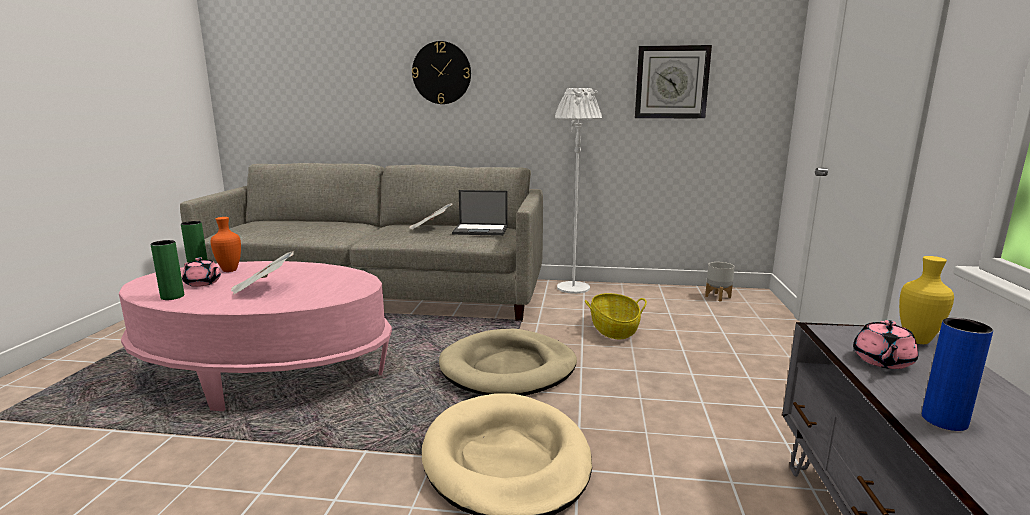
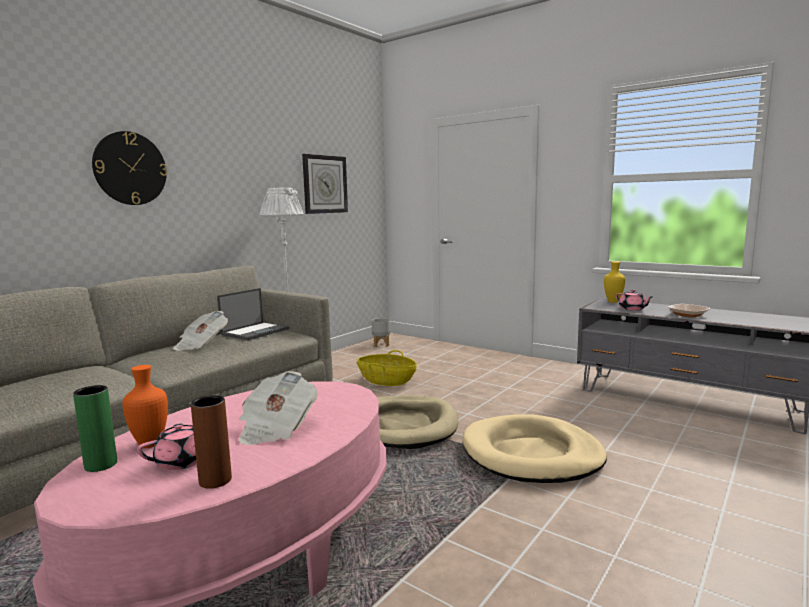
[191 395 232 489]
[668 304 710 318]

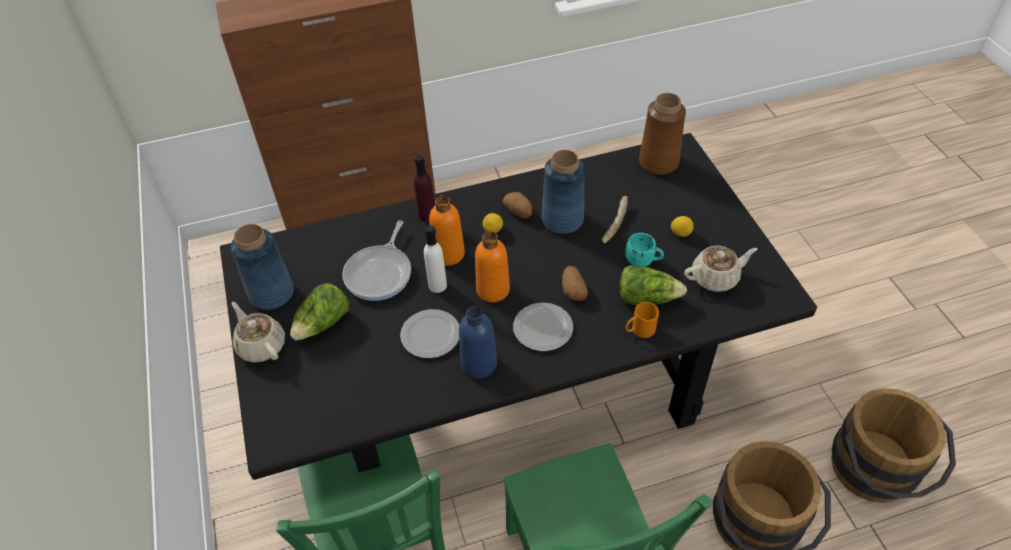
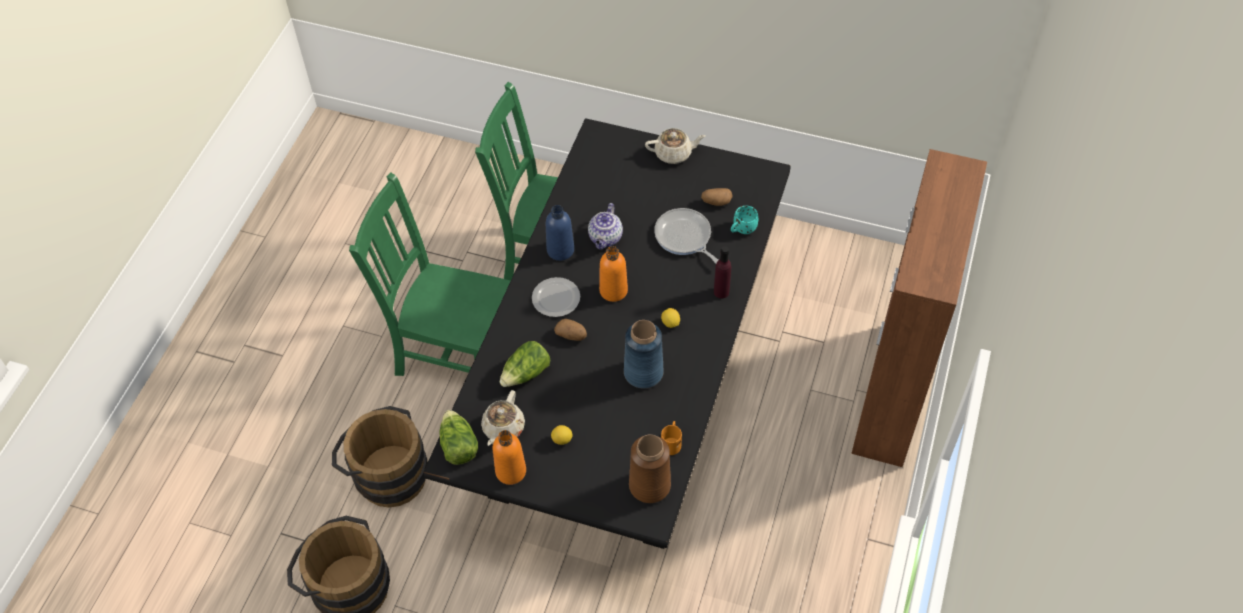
[440 410 478 465]
[493 430 526 485]
[588 203 623 249]
[661 421 682 455]
[701 188 732 206]
[731 206 758 234]
[230 224 294 310] (first image)
[424 225 447 293] (first image)
[602 196 628 243] (first image)

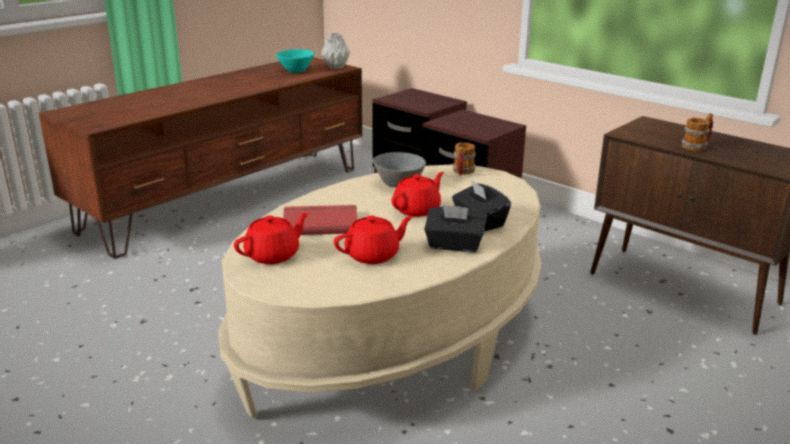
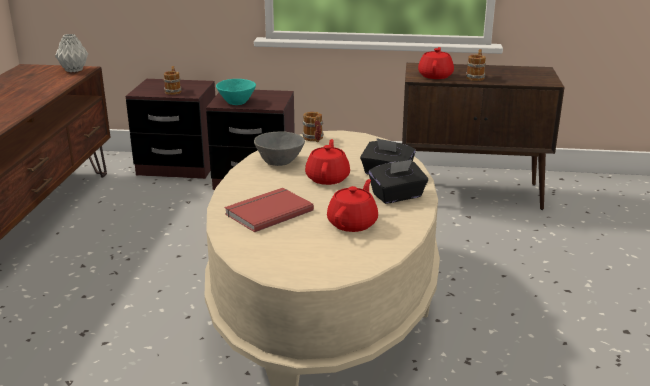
[164 66 182 95]
[216 79 256 105]
[418 47 454 79]

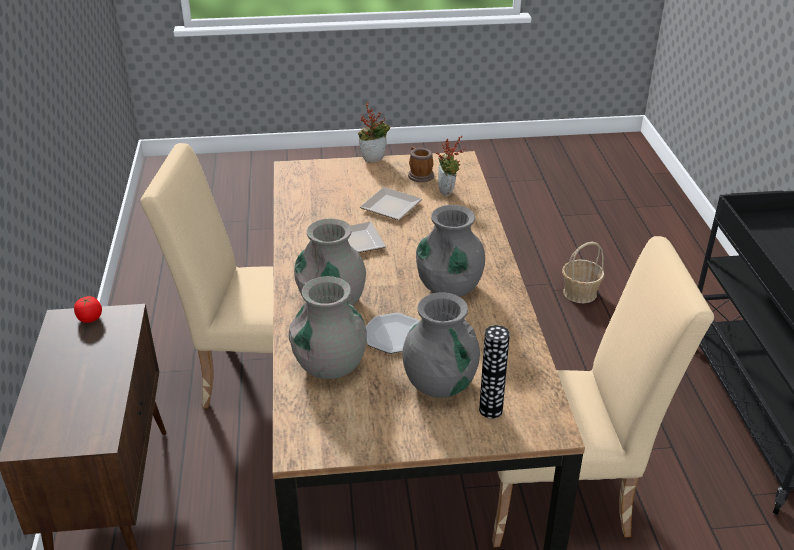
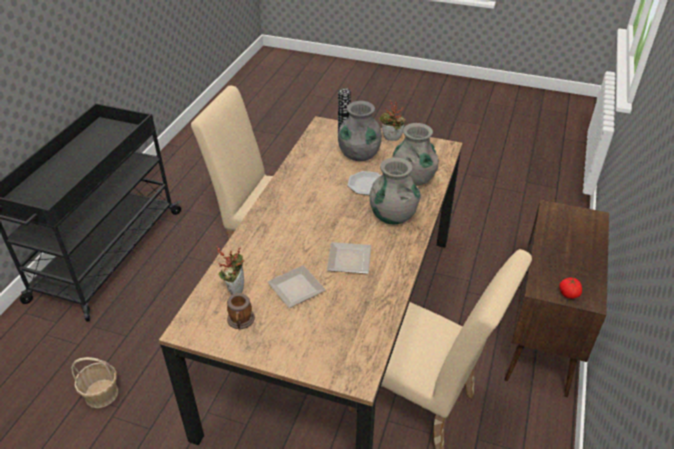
[379 101 406 141]
[416 205 485 297] (first image)

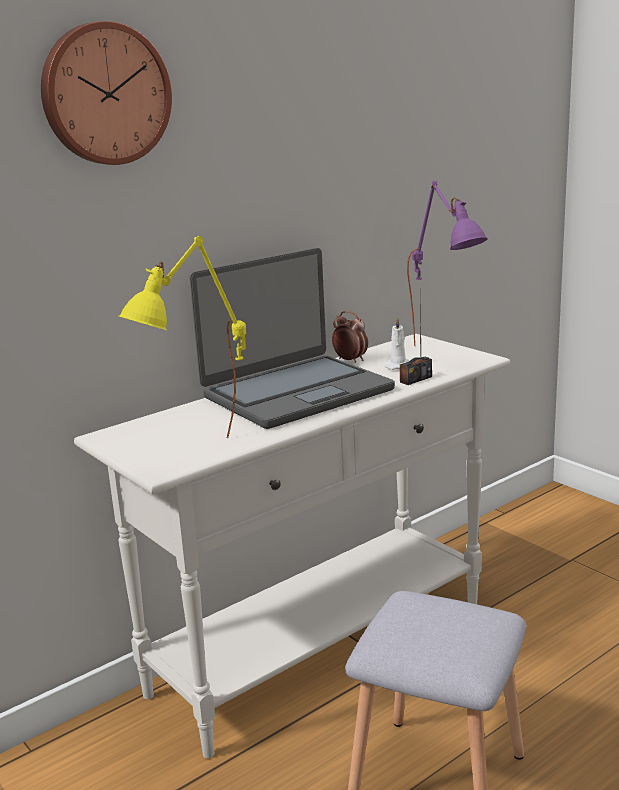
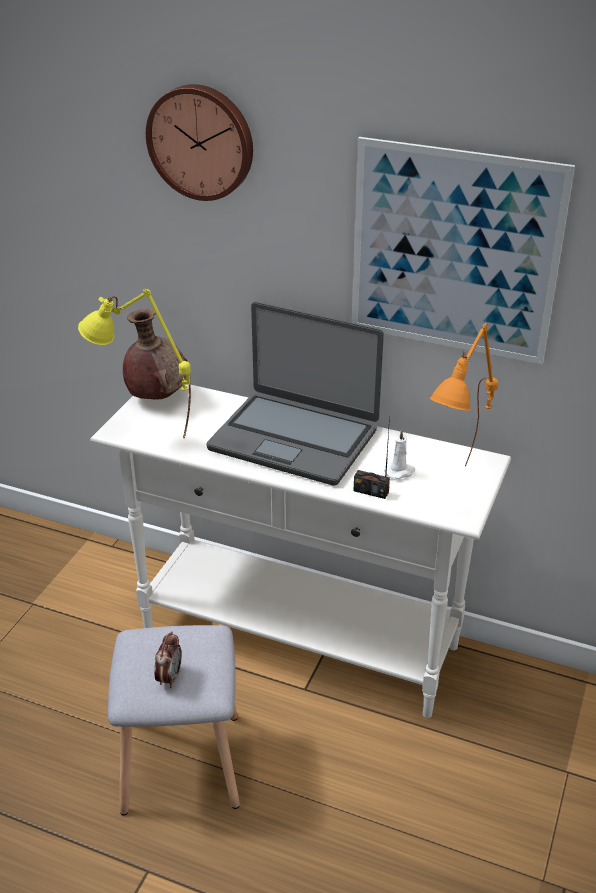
[123 309 186 400]
[154 631 182 688]
[351 137 575 364]
[430 323 498 466]

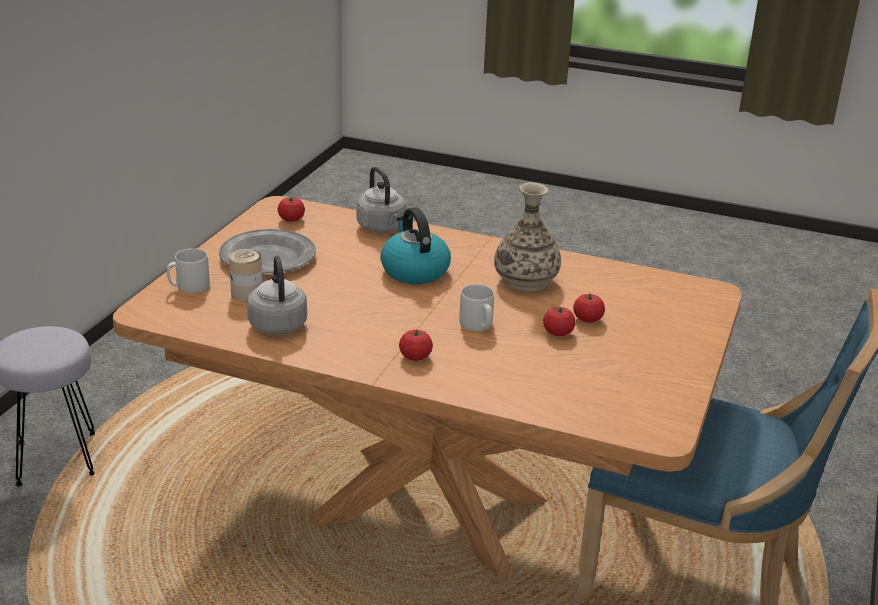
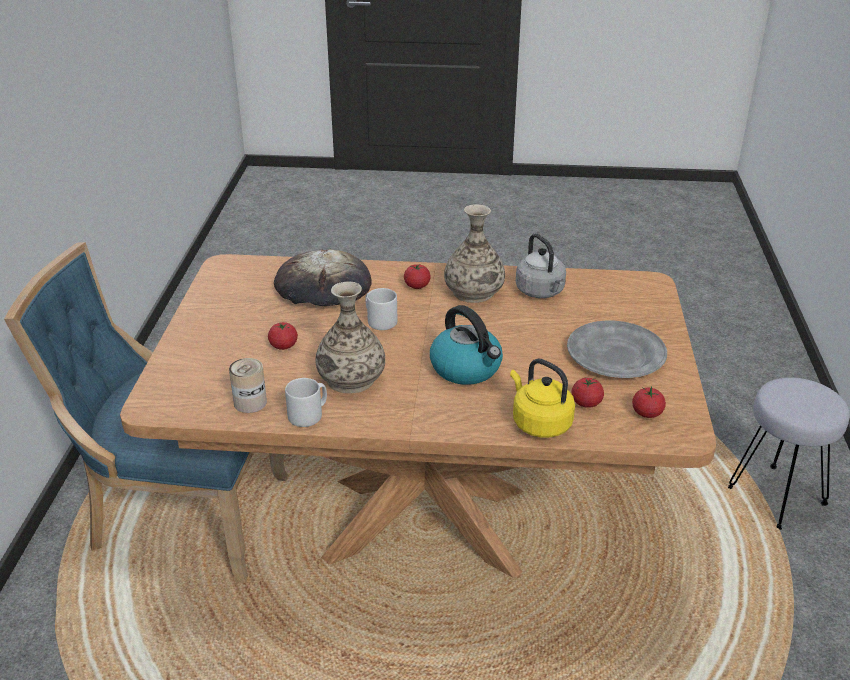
[229 358 267 413]
[274 249 372 306]
[285 378 327 427]
[444 204 505 303]
[510 358 575 438]
[571 378 604 408]

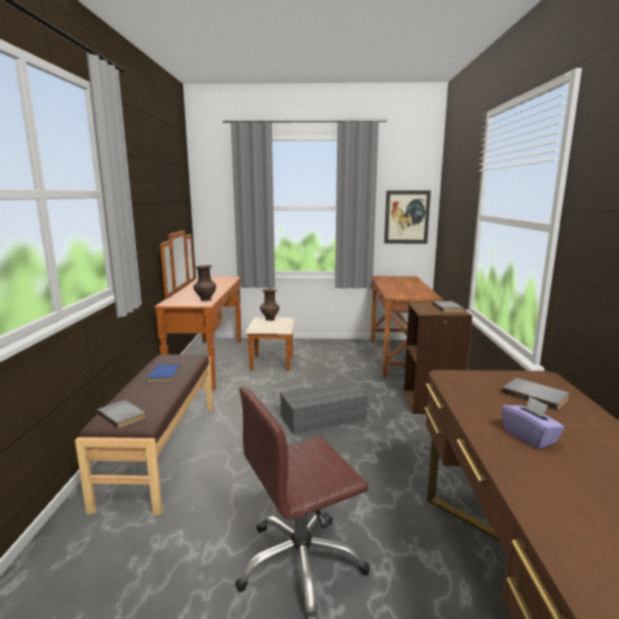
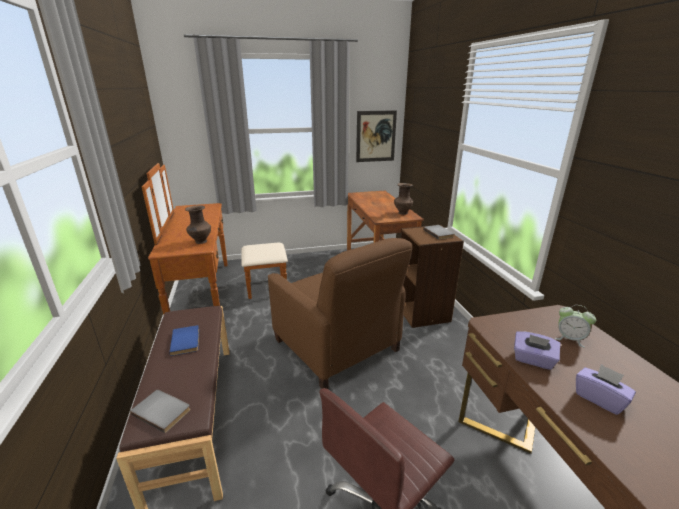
[268 238 413 389]
[394 183 413 215]
[514 331 560 370]
[555 305 596 348]

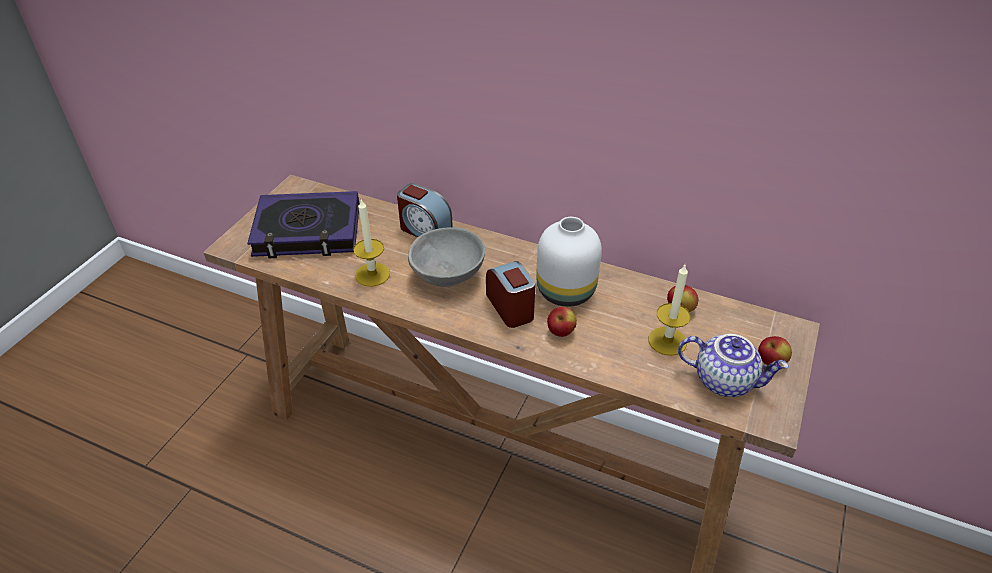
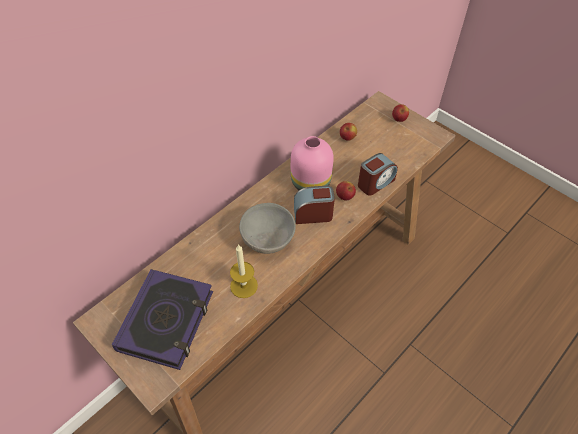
[291 136 334 190]
[358 153 398 196]
[649 265 691 356] (first image)
[678 334 789 397] (first image)

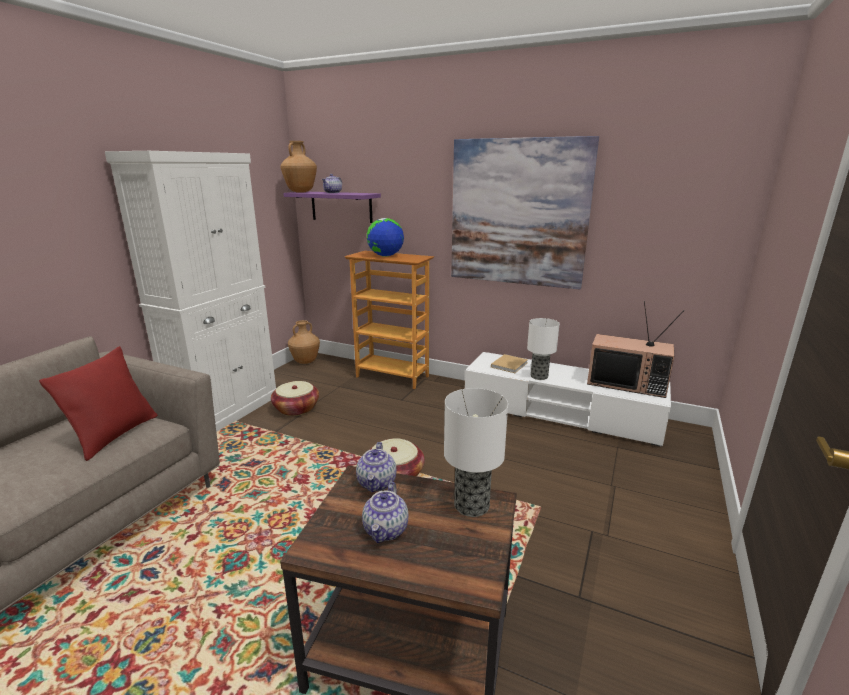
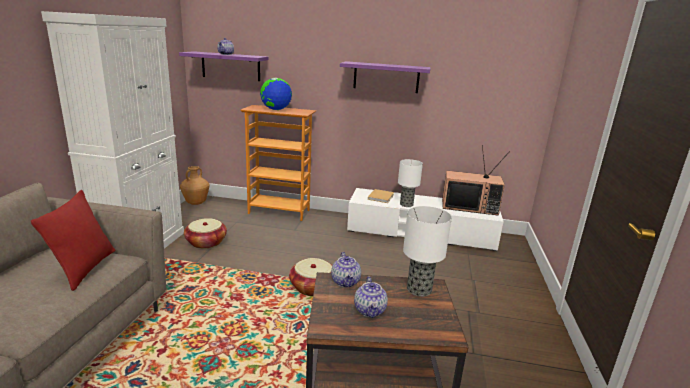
[340 61 431 93]
[280 141 317 193] (first image)

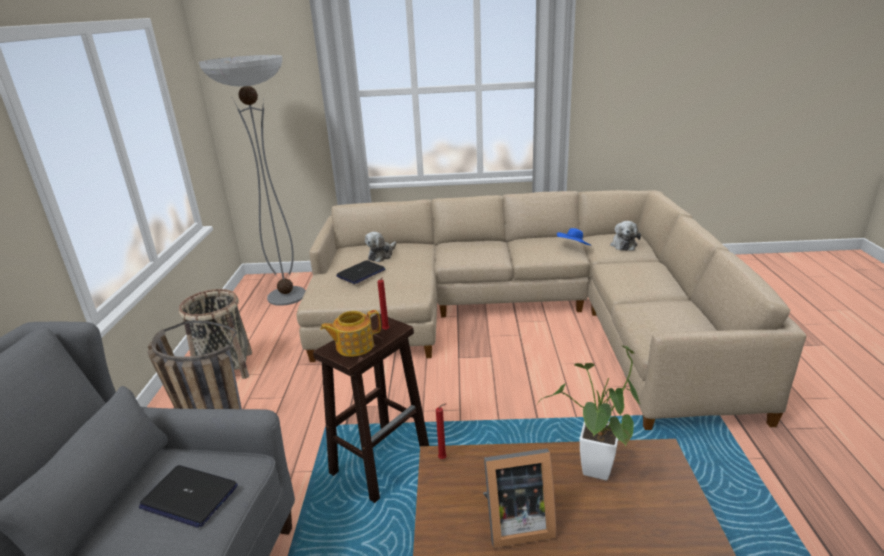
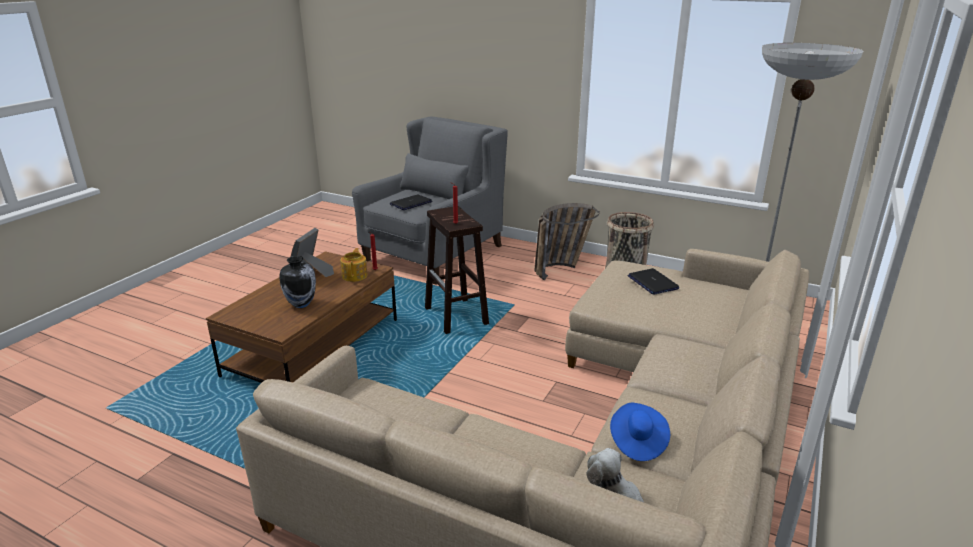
[279 256 316 308]
[340 248 368 282]
[365 232 396 262] (first image)

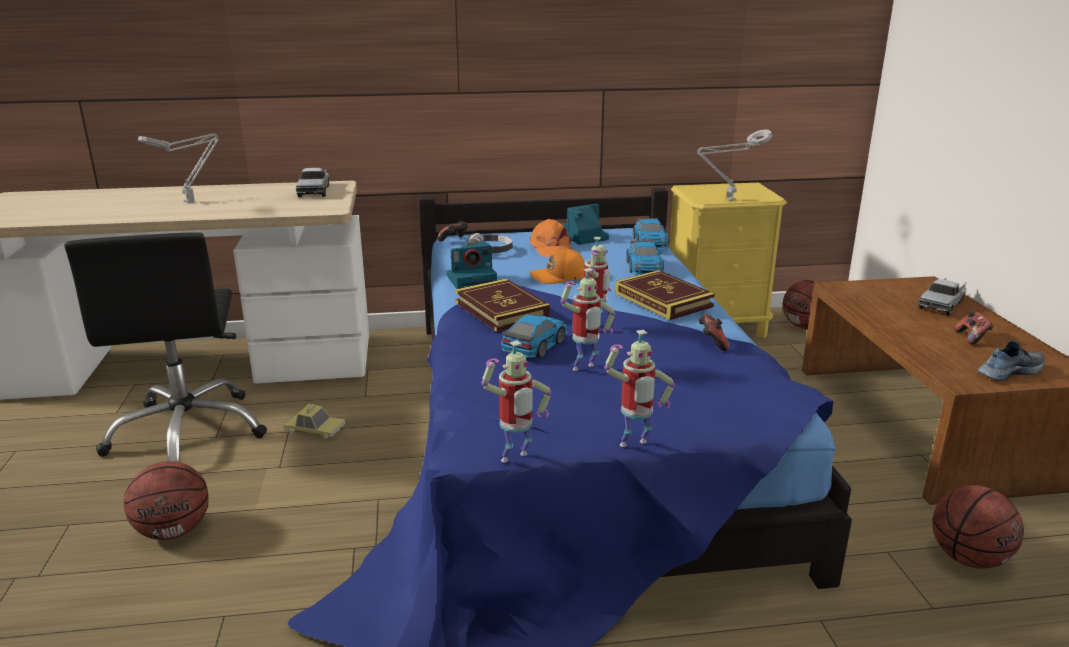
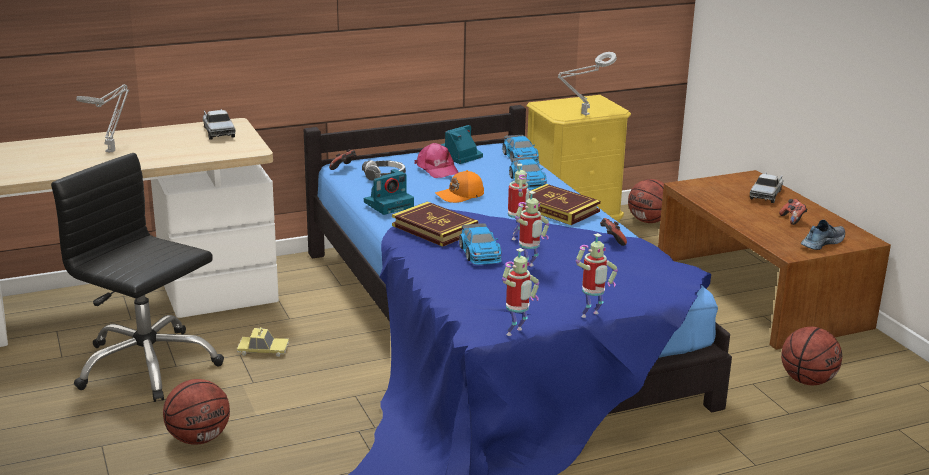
[51 153 224 402]
[414 143 459 178]
[459 223 502 265]

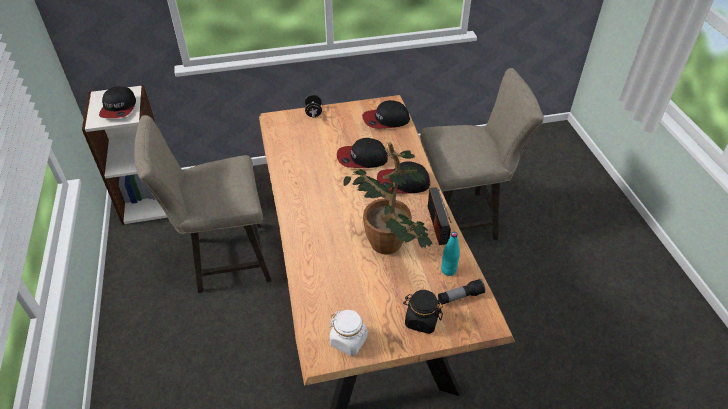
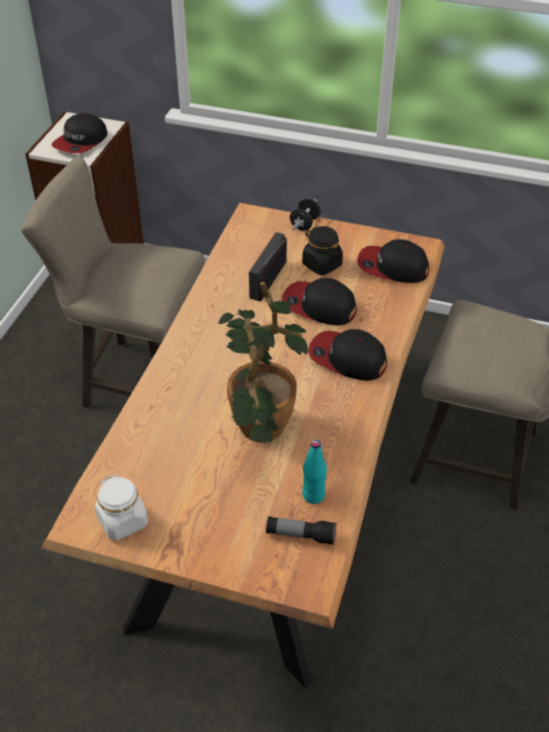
[249 232 287 302]
[302 226 343 275]

